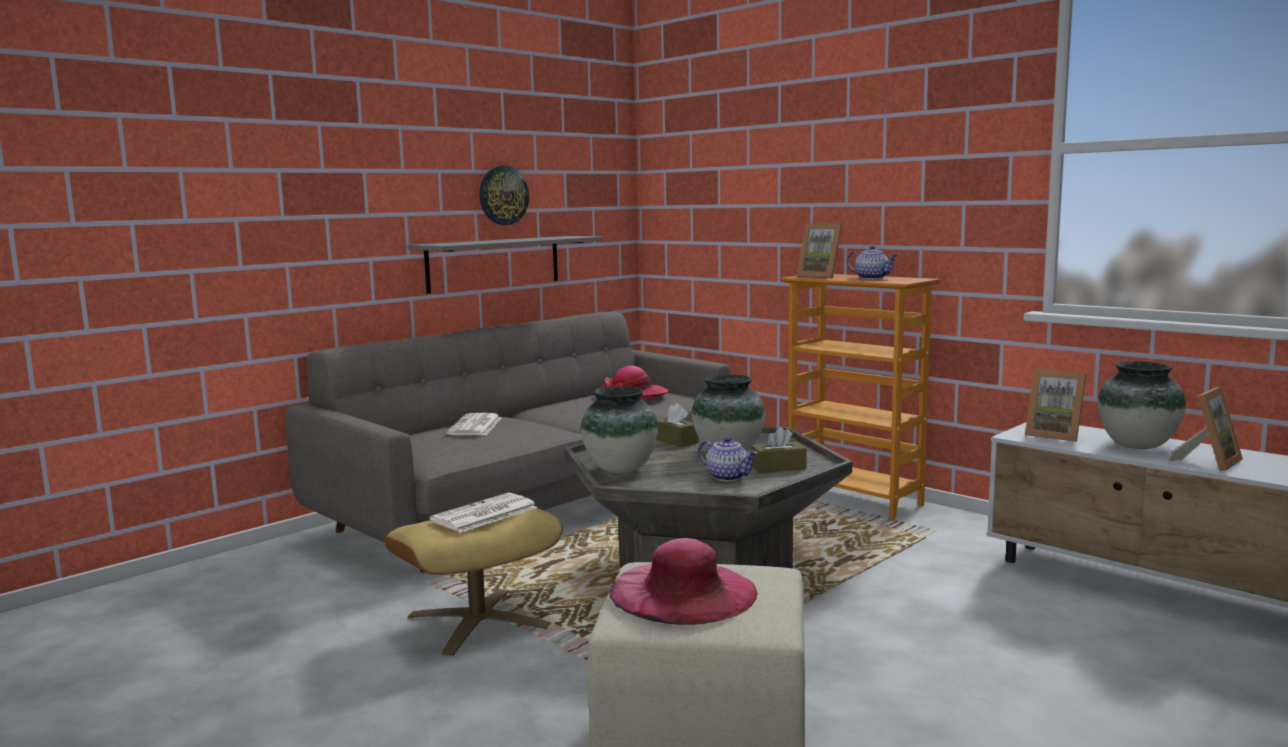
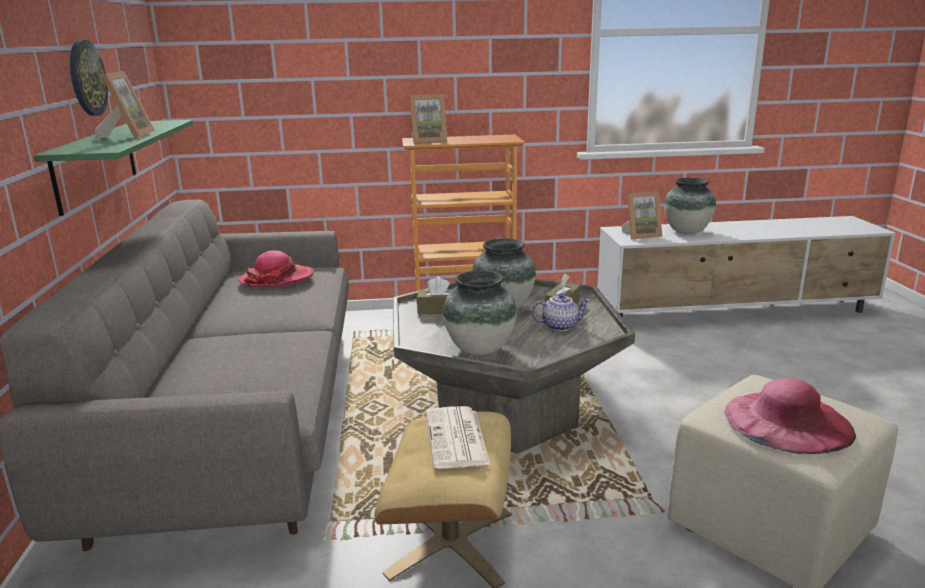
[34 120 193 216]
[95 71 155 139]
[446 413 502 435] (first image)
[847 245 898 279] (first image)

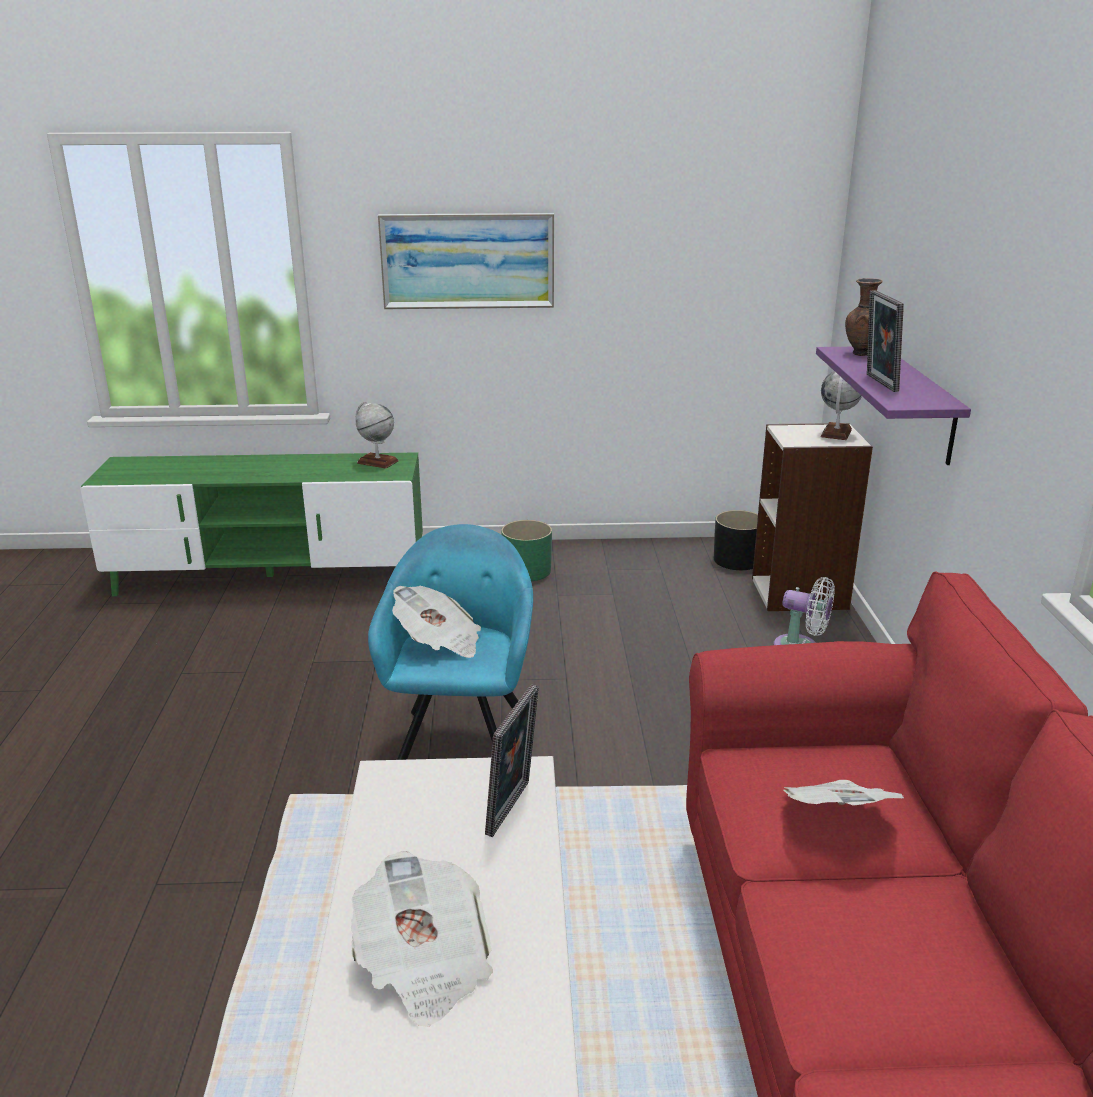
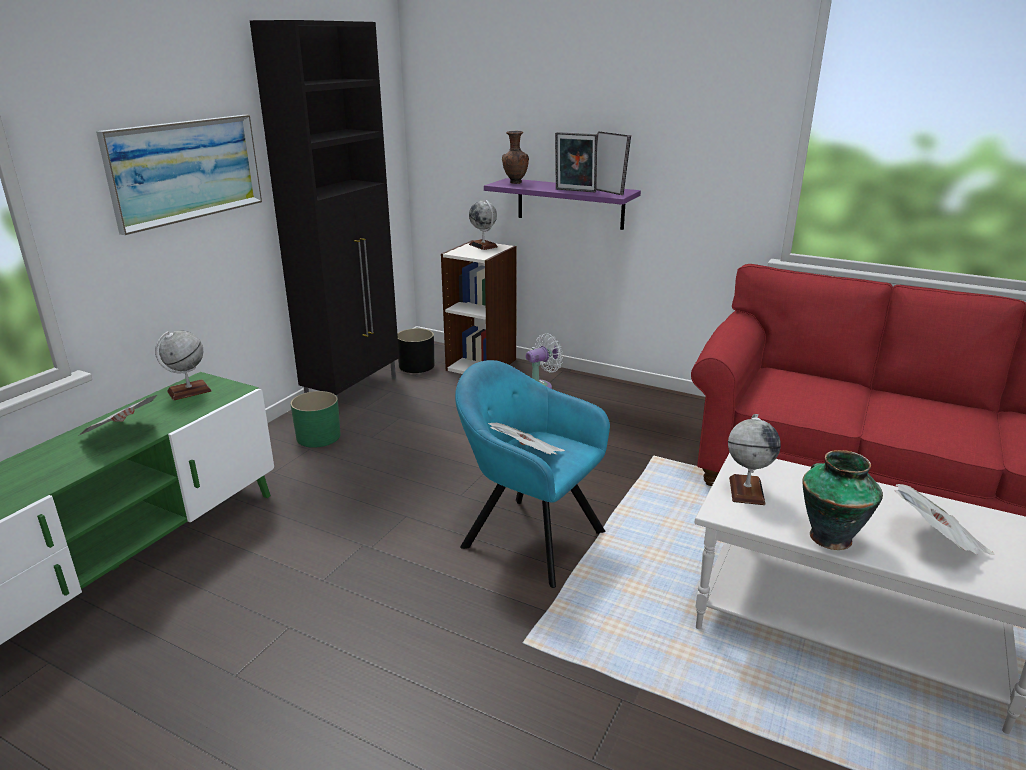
[78 395 157 436]
[250 20 399 414]
[596 131 631 195]
[728 414 781 505]
[802 450 883 550]

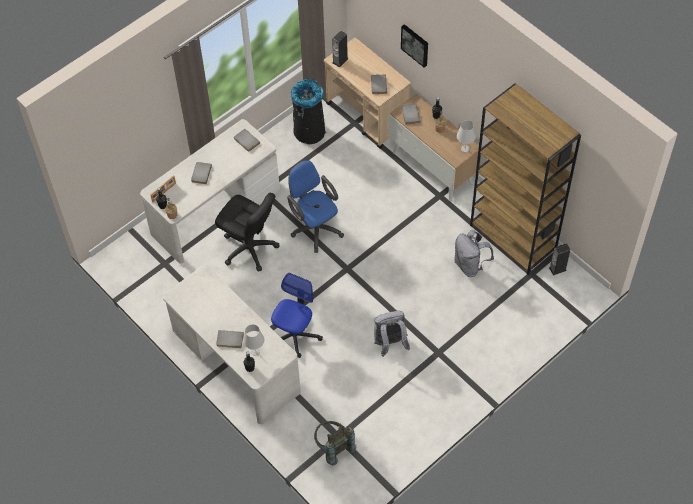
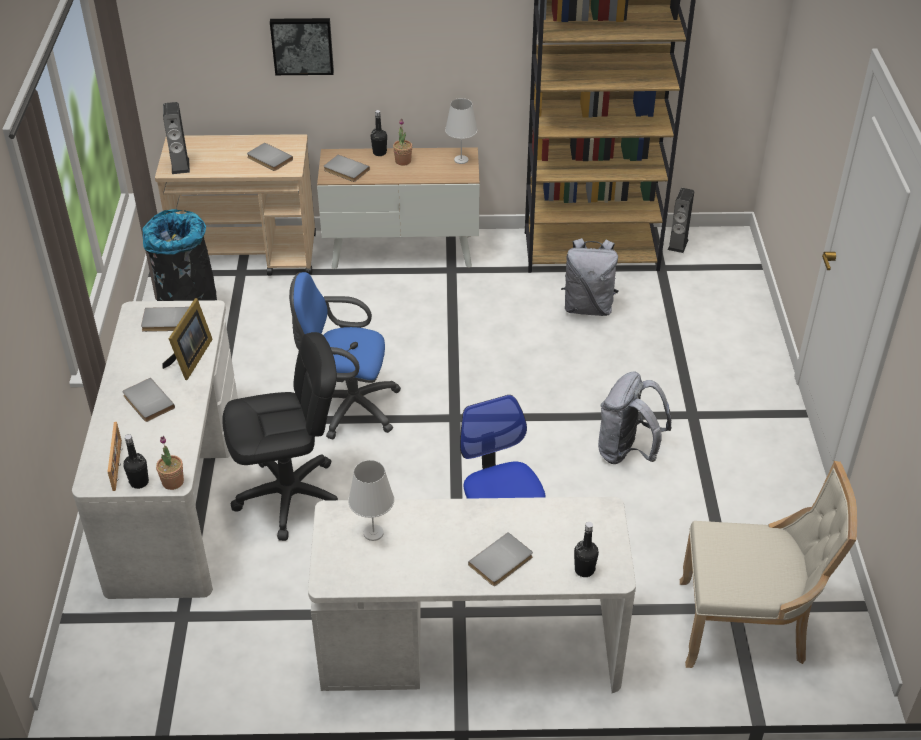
[162 298 213 380]
[348 460 394 541]
[680 461 857 668]

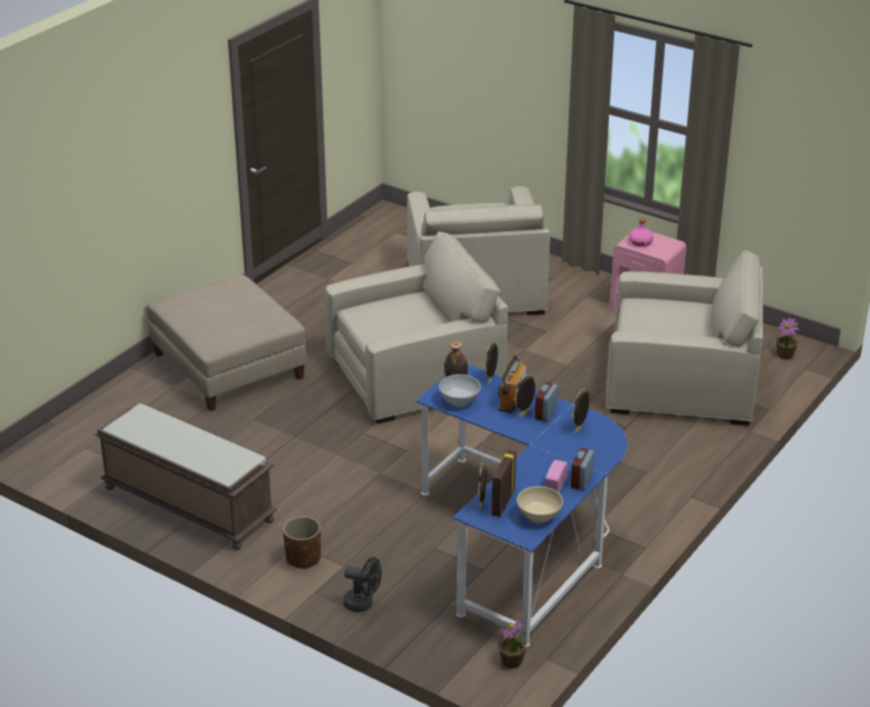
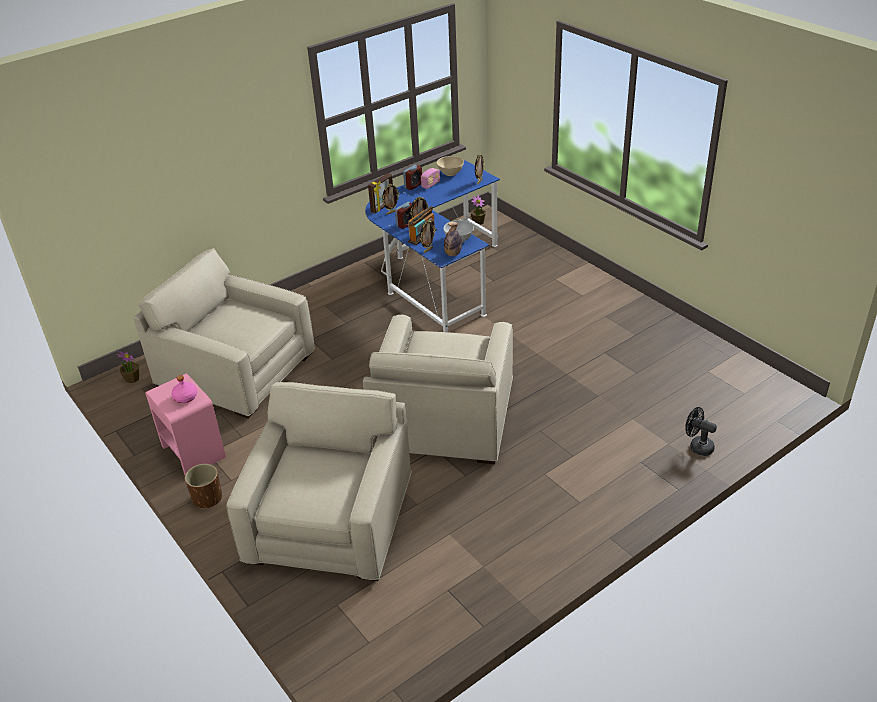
[185 464 222 509]
[363 315 513 464]
[368 173 393 213]
[685 407 717 456]
[94 404 277 550] (first image)
[147 275 307 411] (first image)

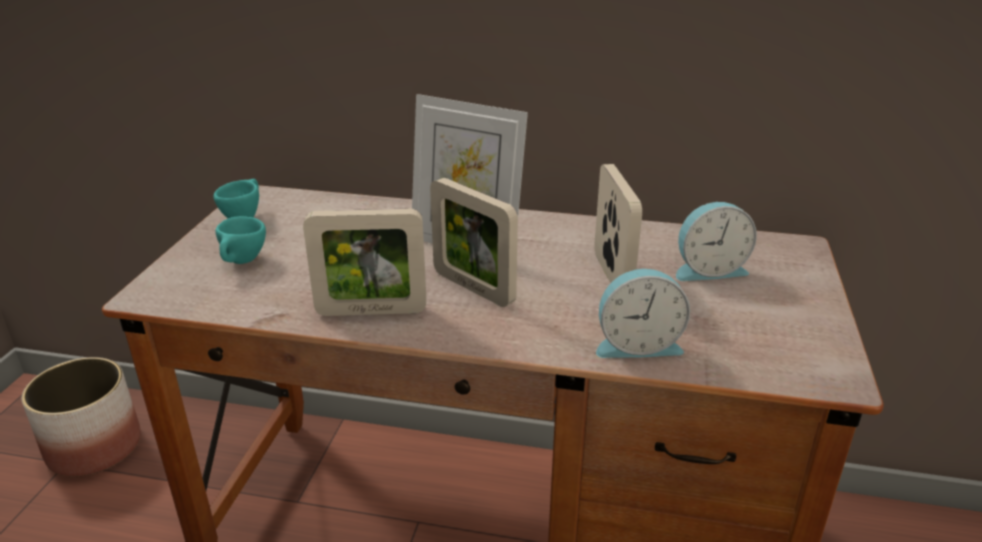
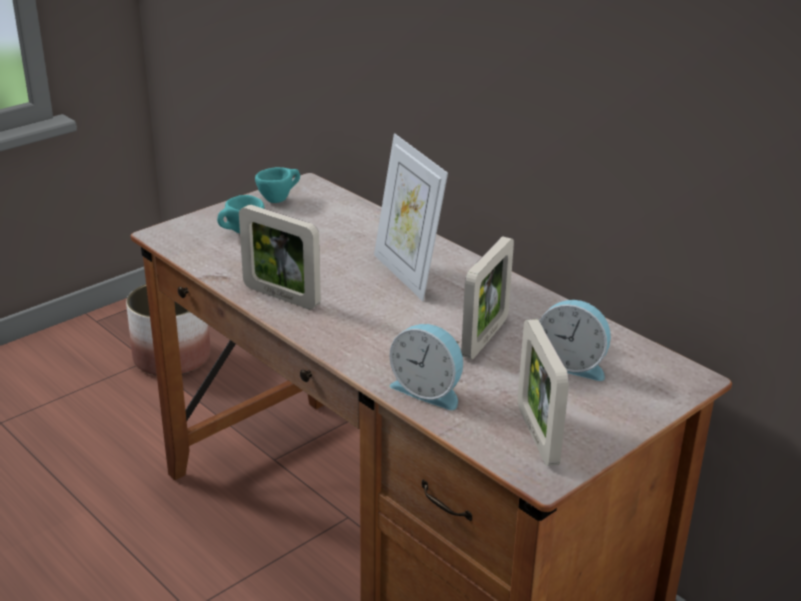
[518 319 569 466]

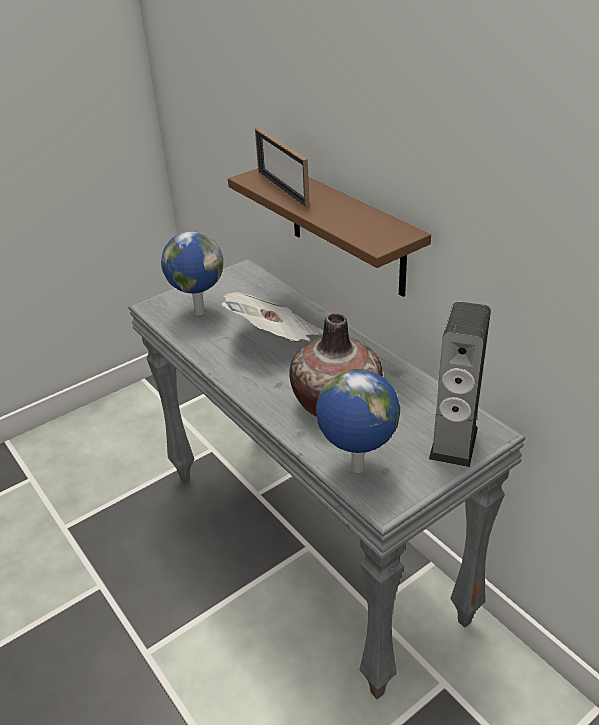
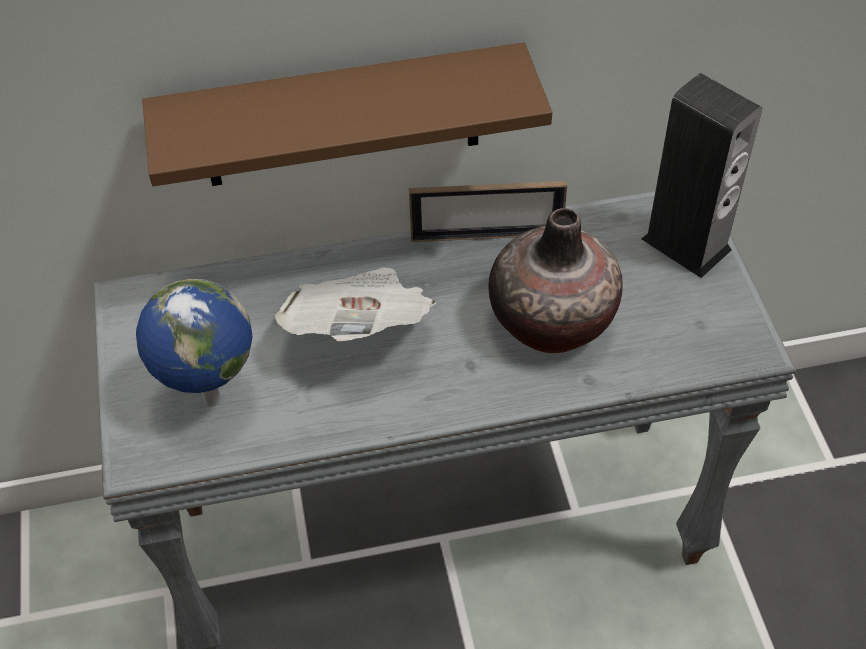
[409 181 567 242]
[316 369 400 473] (first image)

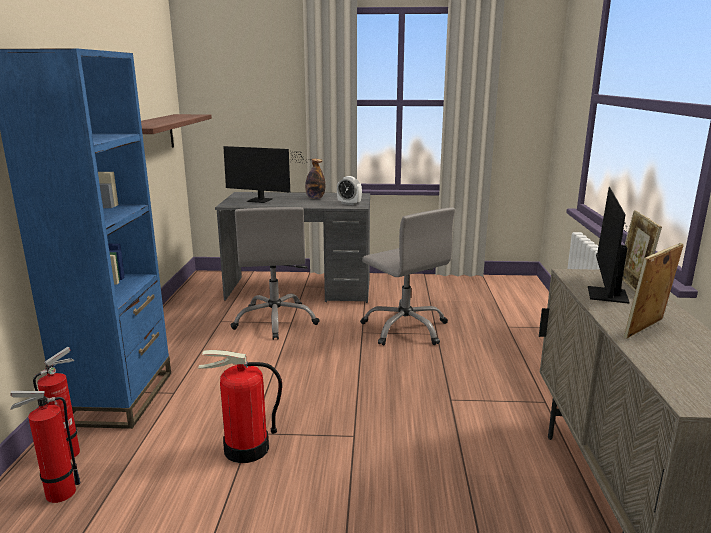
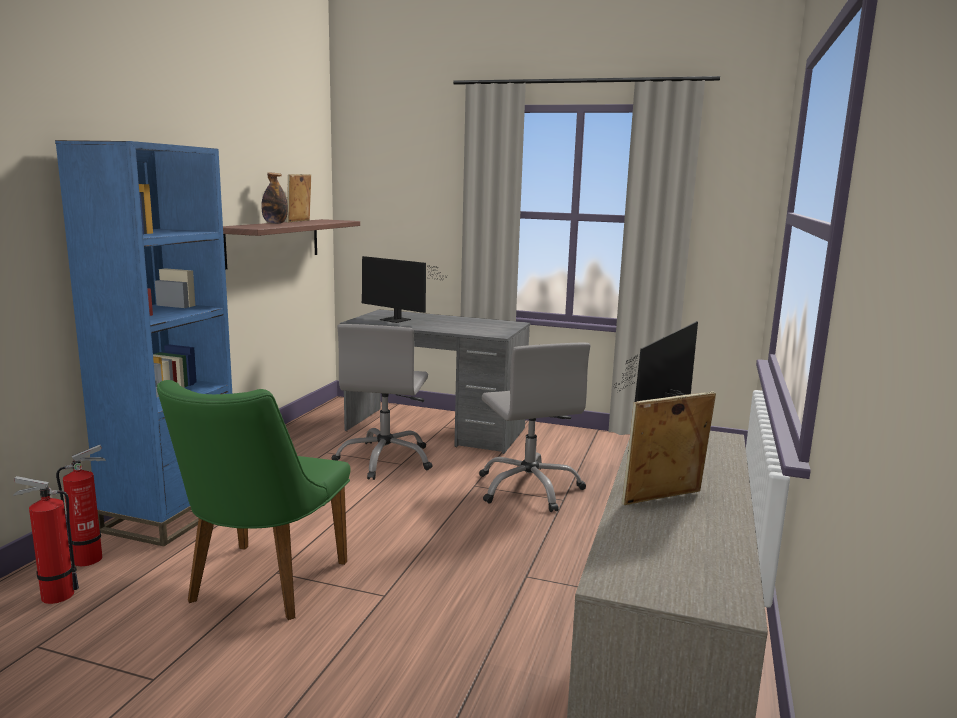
[157 380 350 620]
[261 172 288 224]
[287 174 311 222]
[337 176 362 205] (first image)

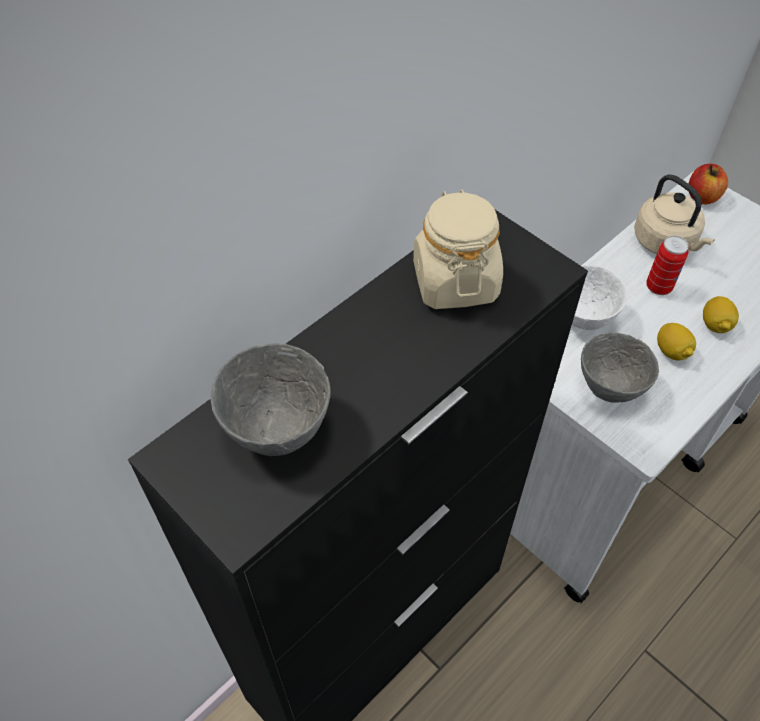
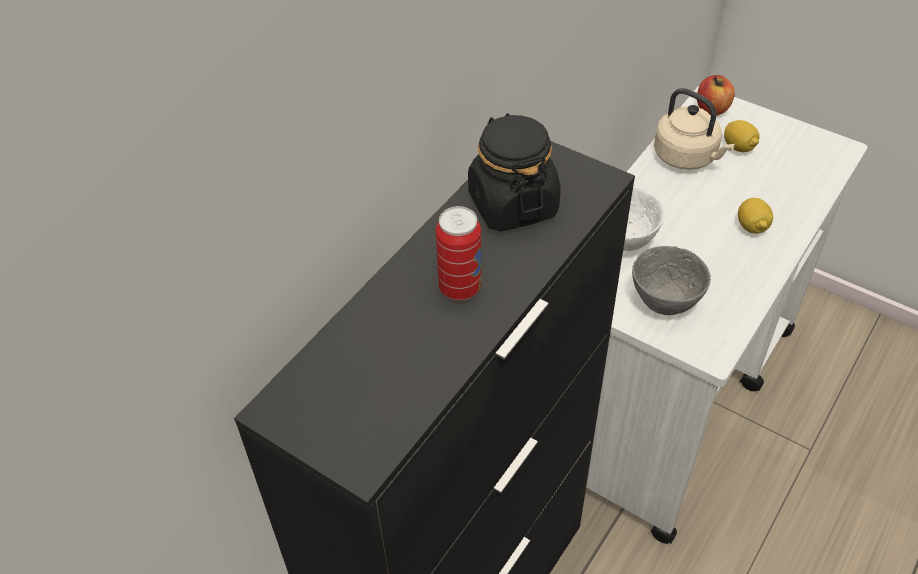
[436 206 481 301]
[468 113 561 231]
[724 120 760 152]
[210 343 331 456] (first image)

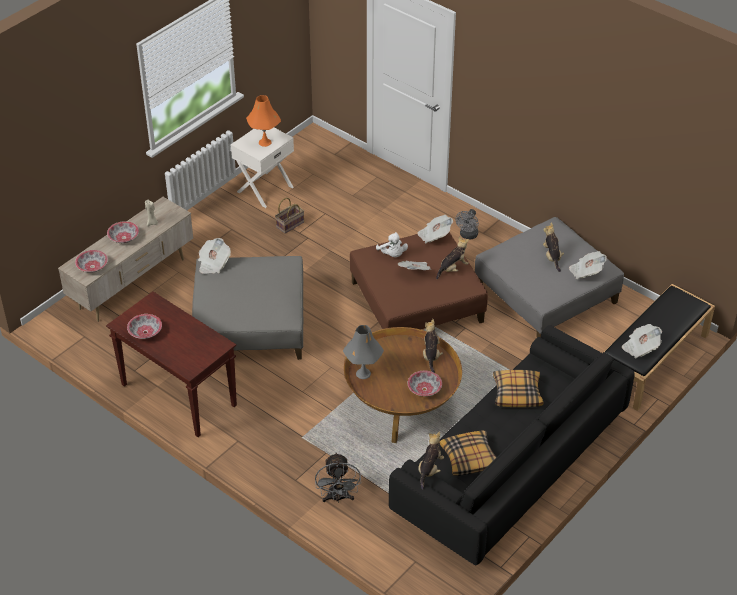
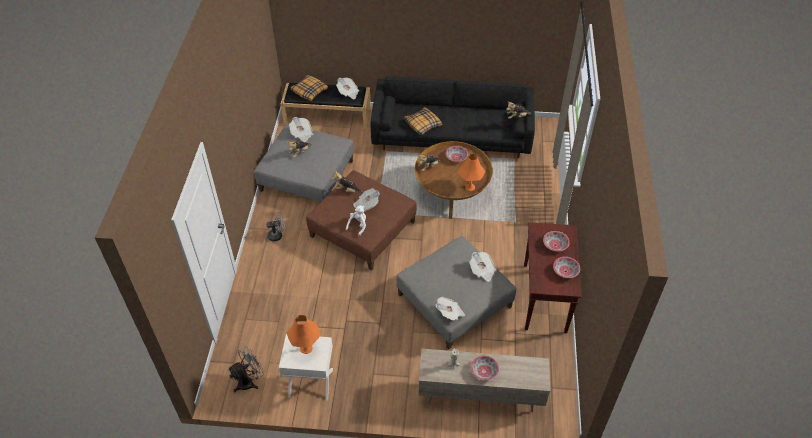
[228 346 264 392]
[290 75 328 101]
[458 154 485 191]
[469 252 496 282]
[543 231 570 251]
[275 198 304 233] (first image)

